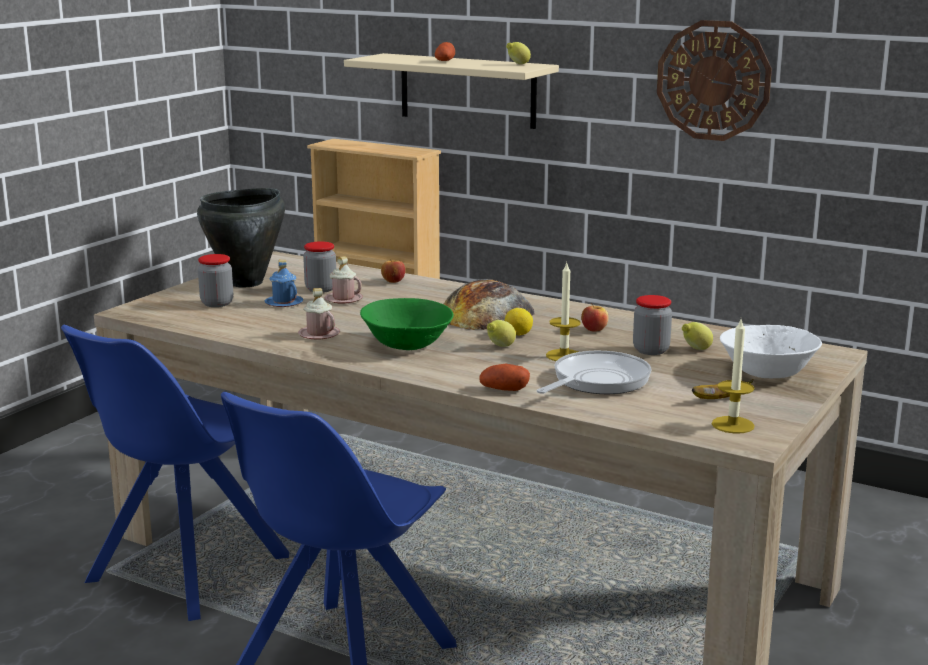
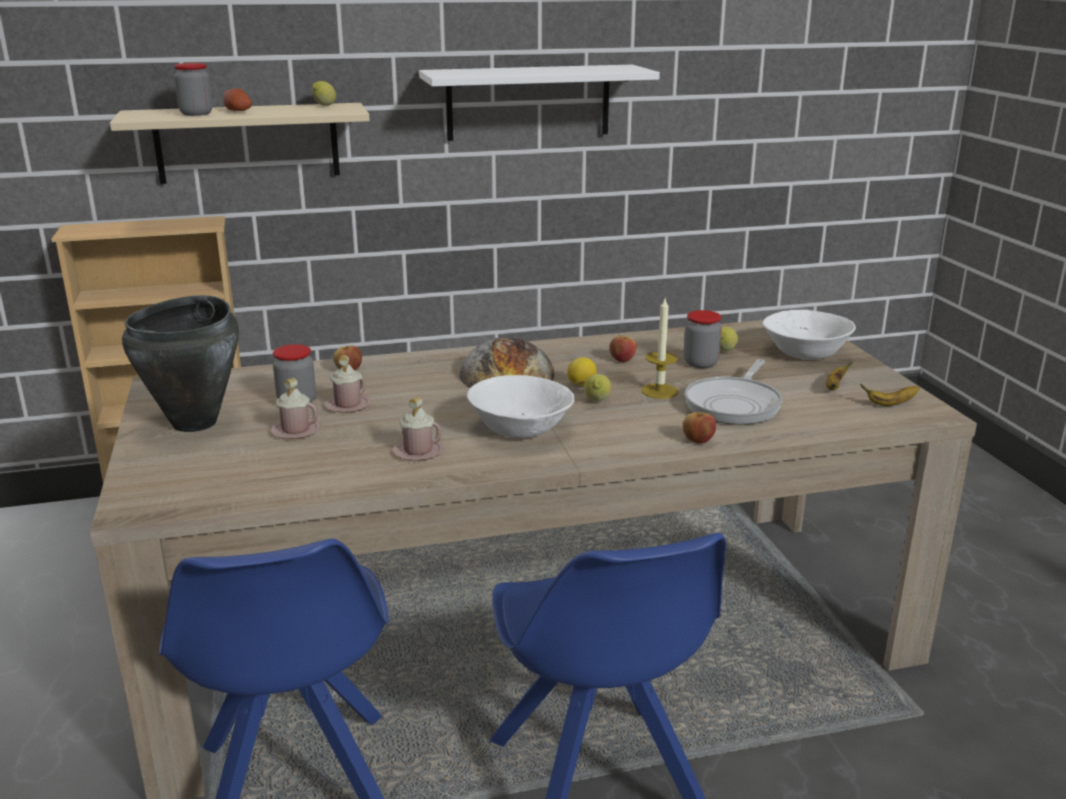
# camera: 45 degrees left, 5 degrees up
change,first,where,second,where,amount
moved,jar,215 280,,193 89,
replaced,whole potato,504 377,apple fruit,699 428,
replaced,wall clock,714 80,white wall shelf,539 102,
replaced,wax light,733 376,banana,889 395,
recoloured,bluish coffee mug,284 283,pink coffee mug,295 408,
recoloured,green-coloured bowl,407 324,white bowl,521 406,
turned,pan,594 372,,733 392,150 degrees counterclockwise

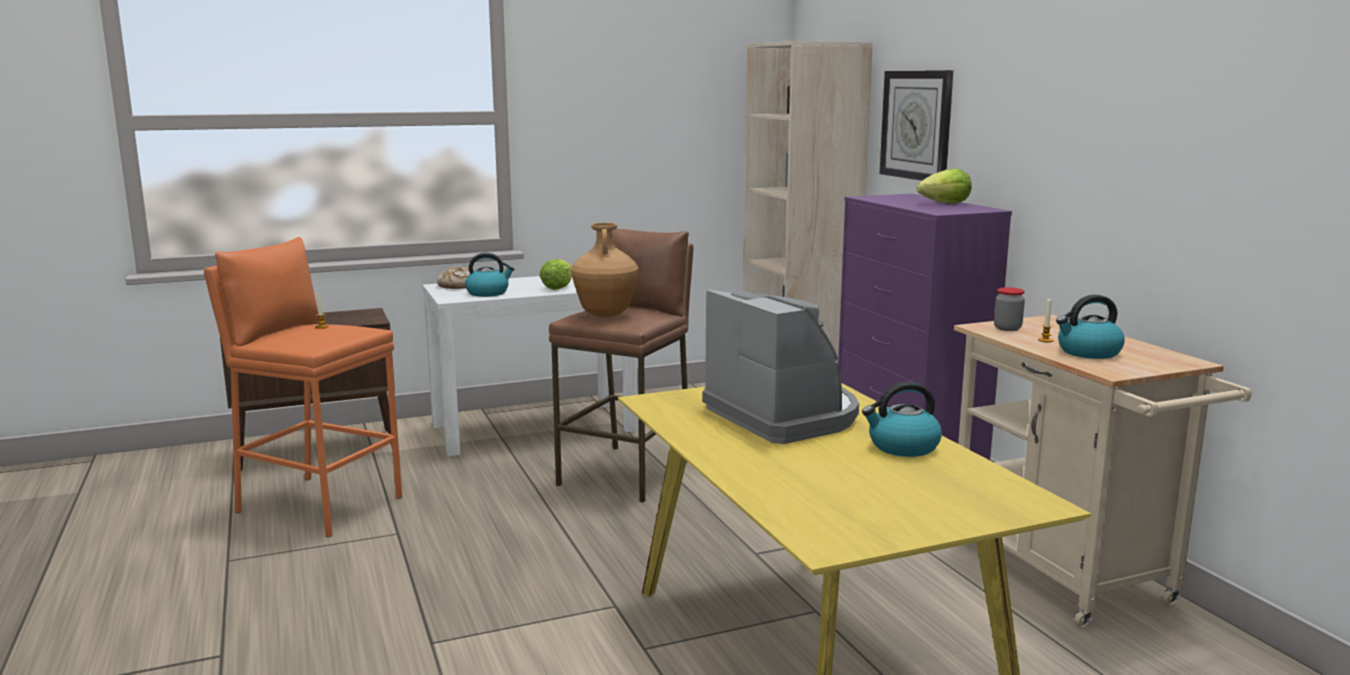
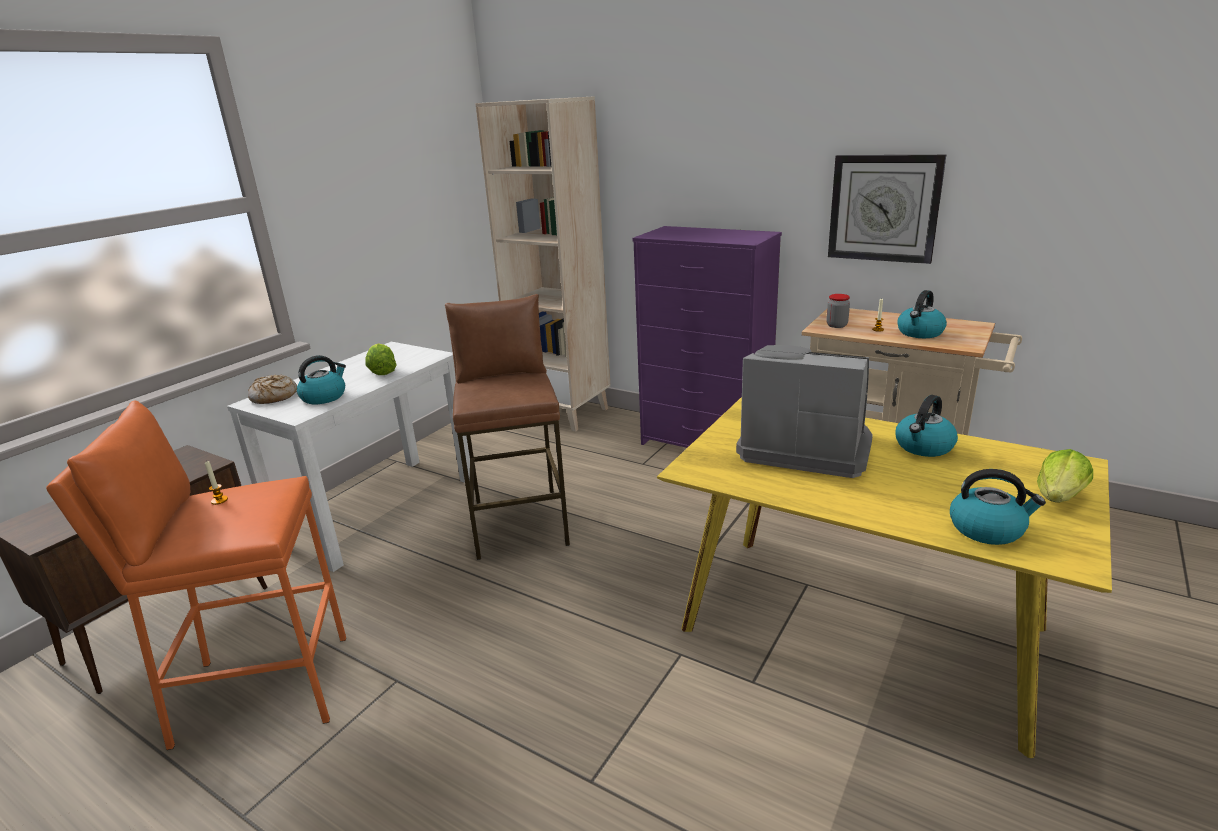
# camera: 35 degrees left, 10 degrees up
change,first,where,second,where,amount
removed,brown-coloured flower vase,605 270,,,
added,,,tea kettle,998 507,
moved,wall clock,916 125,,887 209,
moved,lettuce,944 186,,1065 476,

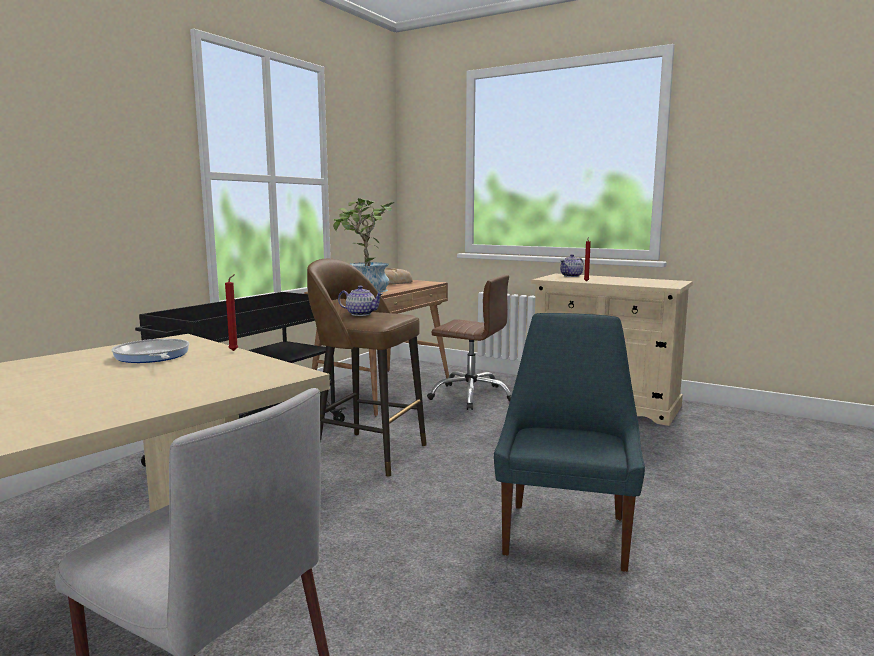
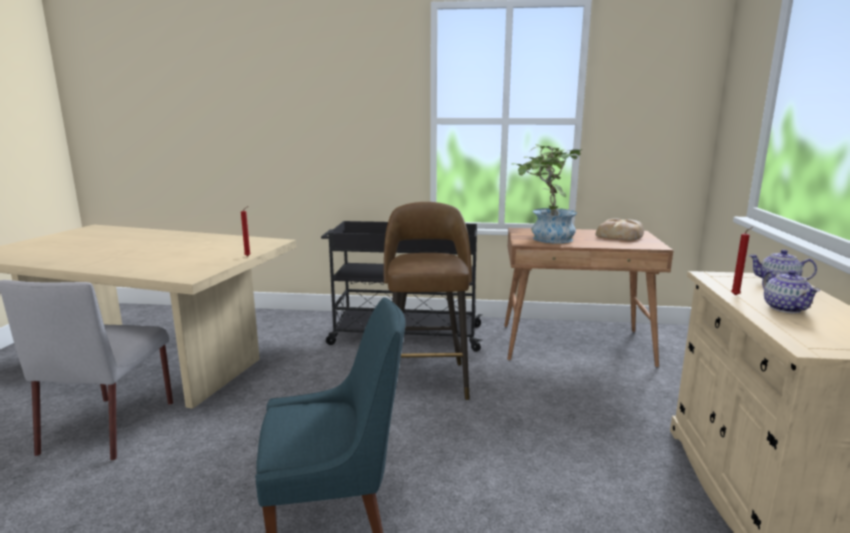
# camera: 65 degrees right, 5 degrees up
change,first,where,second,where,amount
removed,pan,150 351,,,
removed,brown-coloured desk chair,469 342,,,
moved,pot for tea,360 300,,791 291,

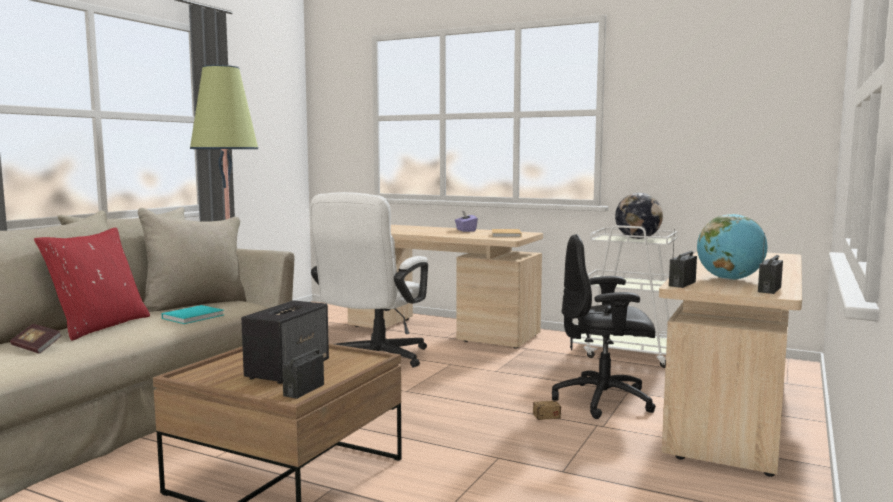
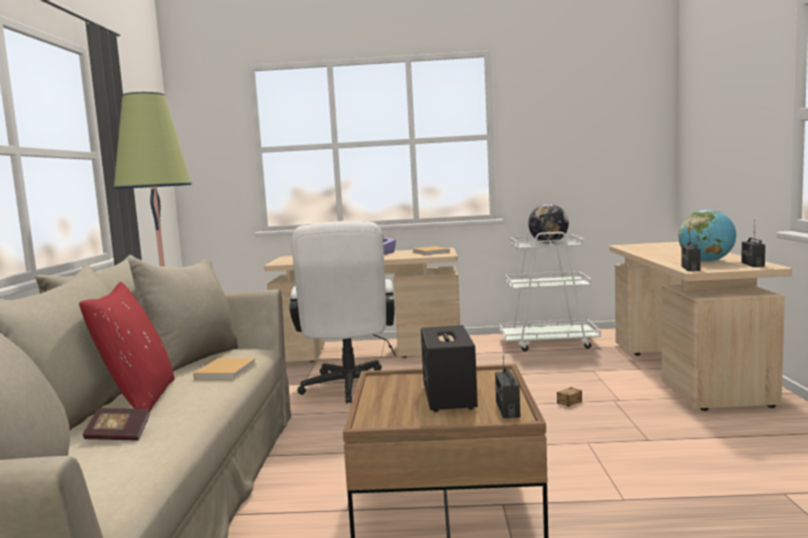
# camera: 25 degrees left, 0 degrees up
change,first,where,second,where,amount
removed,blackish desk chair,604 326,,,
recoloured,turquoise-coloured book,192 314,sand-coloured book,224 369,

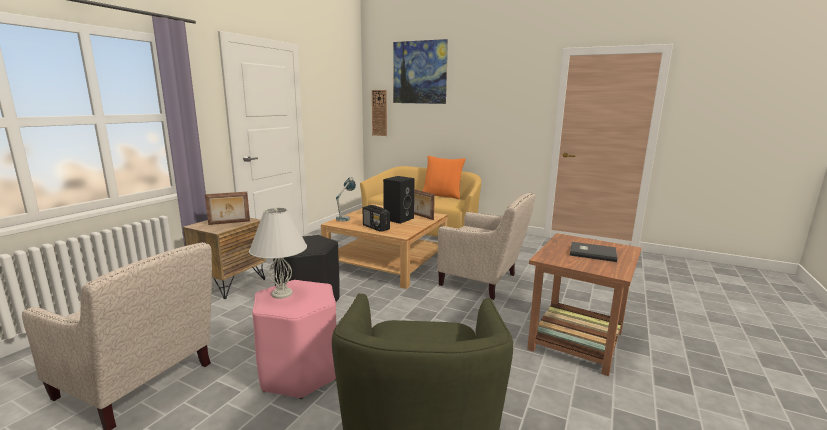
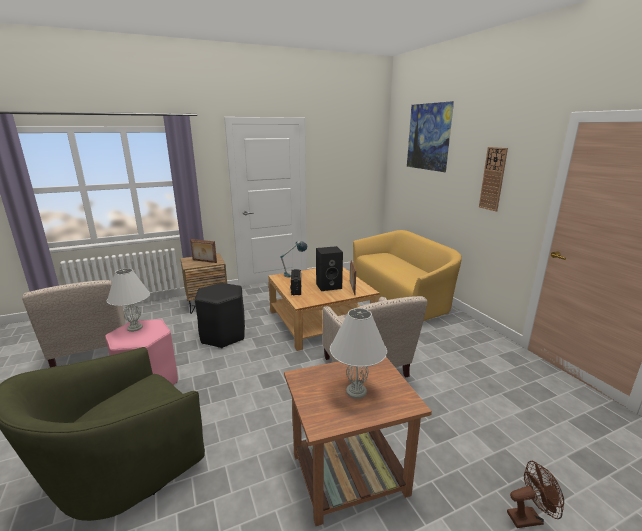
# camera: 40 degrees right, 5 degrees up
change,first,where,second,where,amount
removed,orange-coloured cushion,444 177,,,
added,,,brown-coloured fan,535 494,
moved,wall clock,379 113,,493 179,
replaced,gray book,593 252,white table lamp,358 353,

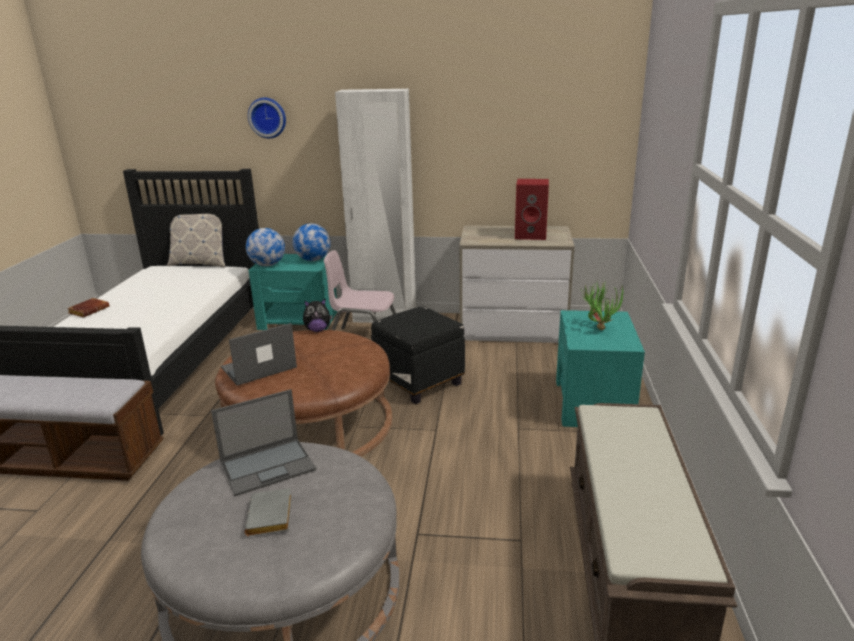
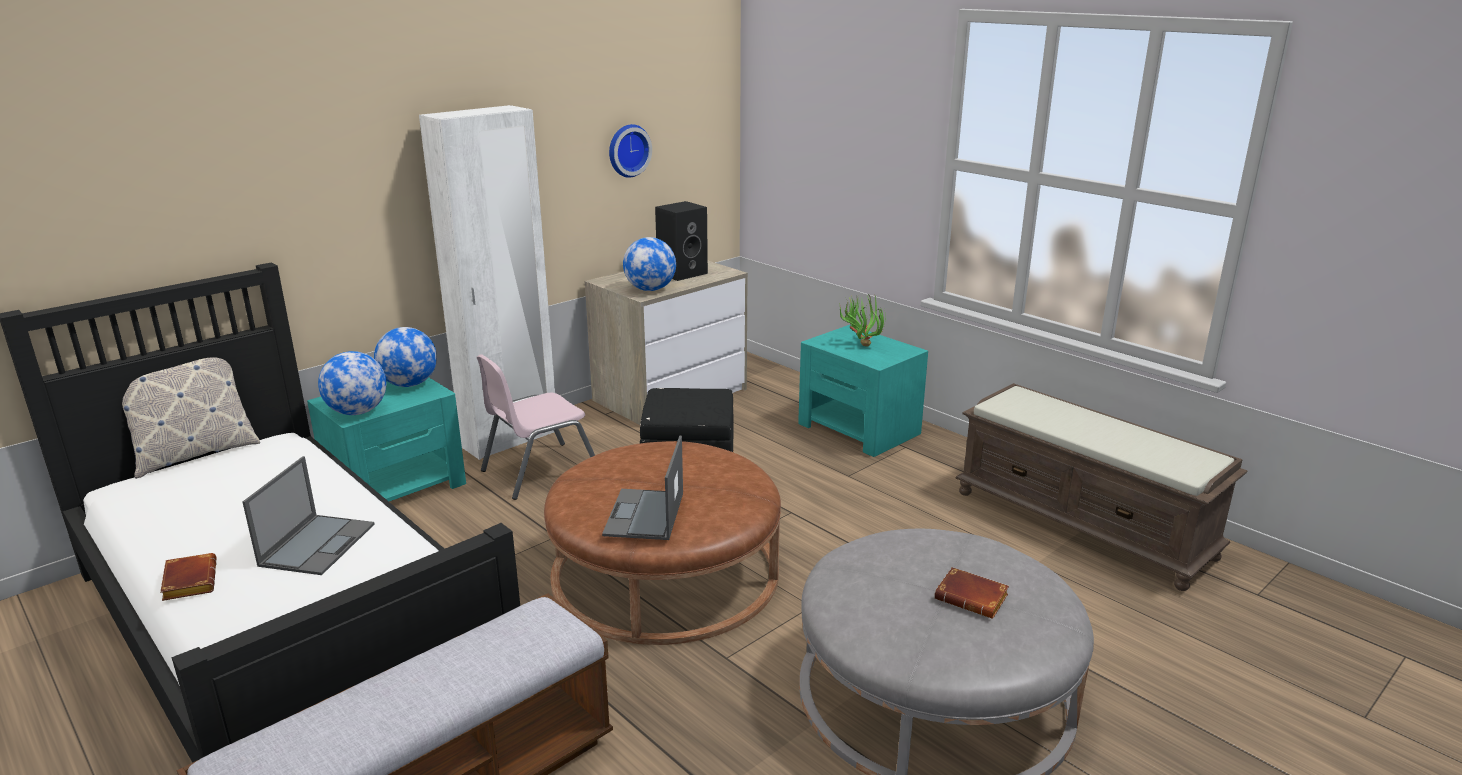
# camera: 50 degrees left, 0 degrees up
change,first,where,second,where,amount
removed,soft toy,317 315,,,
added,,,globe,649 264,
moved,notebook computer,263 442,,308 515,
moved,wall clock,267 118,,630 151,
recoloured,gray book,268 512,brown-coloured book,971 593,
recoloured,red-coloured loudspeaker,532 209,blackish loudspeaker,681 241,

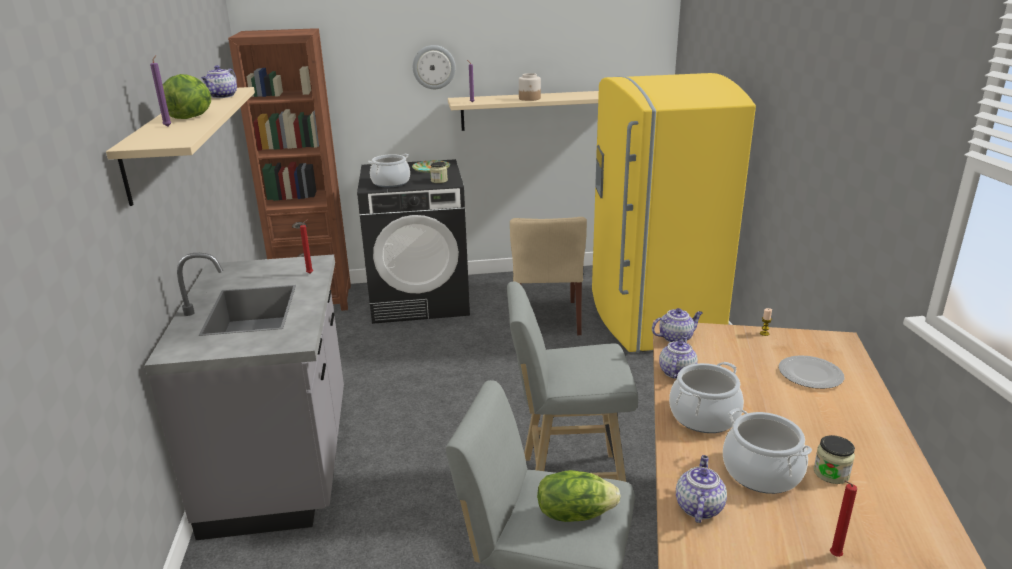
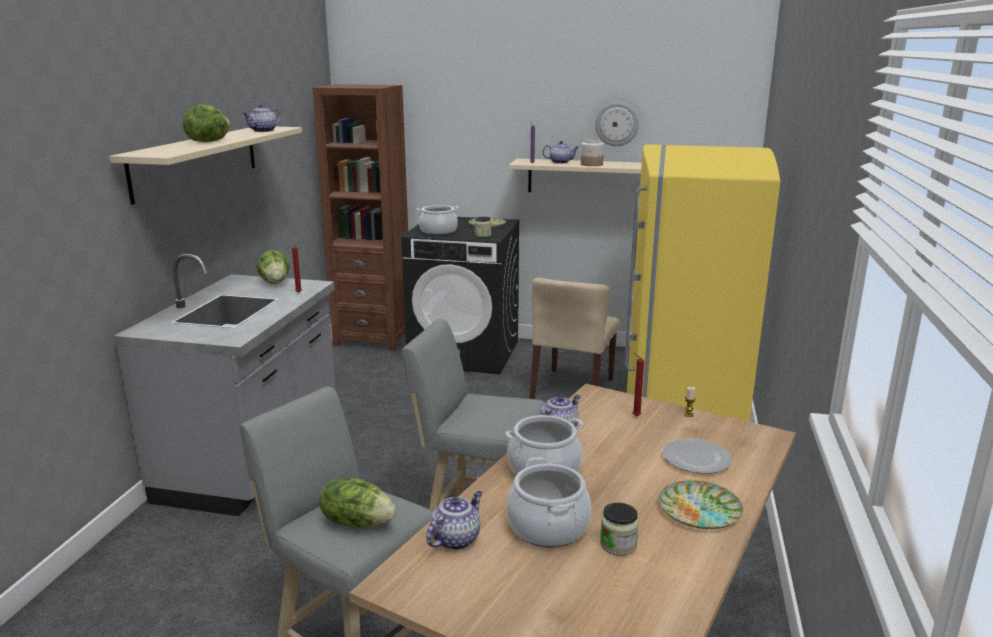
# camera: 20 degrees right, 5 degrees down
change,first,where,second,where,amount
removed,purple wax light,161 91,,,
added,,,lettuce,273 267,
added,,,flat dish,701 504,
moved,wall clock,434 67,,617 124,
moved,pot for tea,677 325,,560 152,
moved,red-coloured wax light,843 518,,638 384,

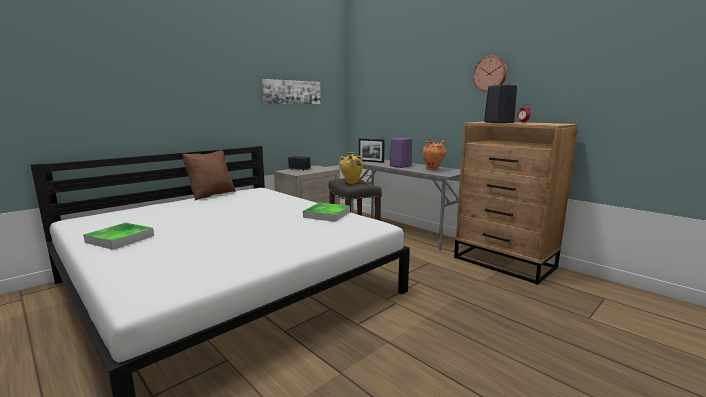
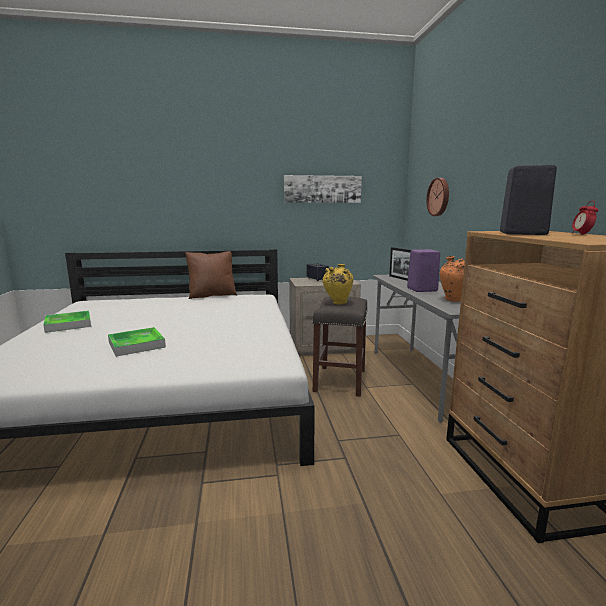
# camera: 35 degrees right, 0 degrees up
change,first,where,second,where,amount
moved,carrying tray,326 212,,137 342,
moved,wall clock,490 74,,437 197,

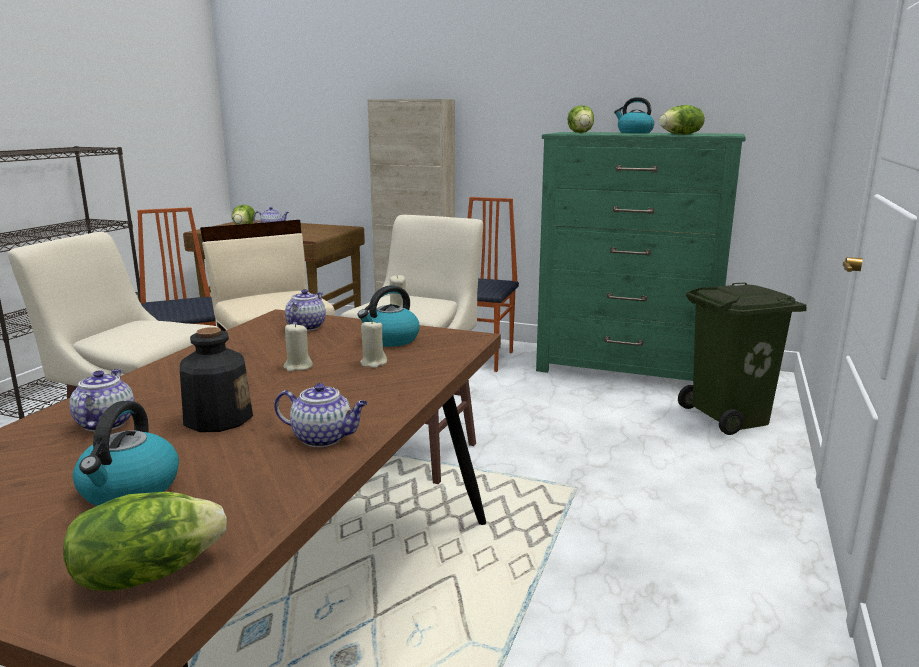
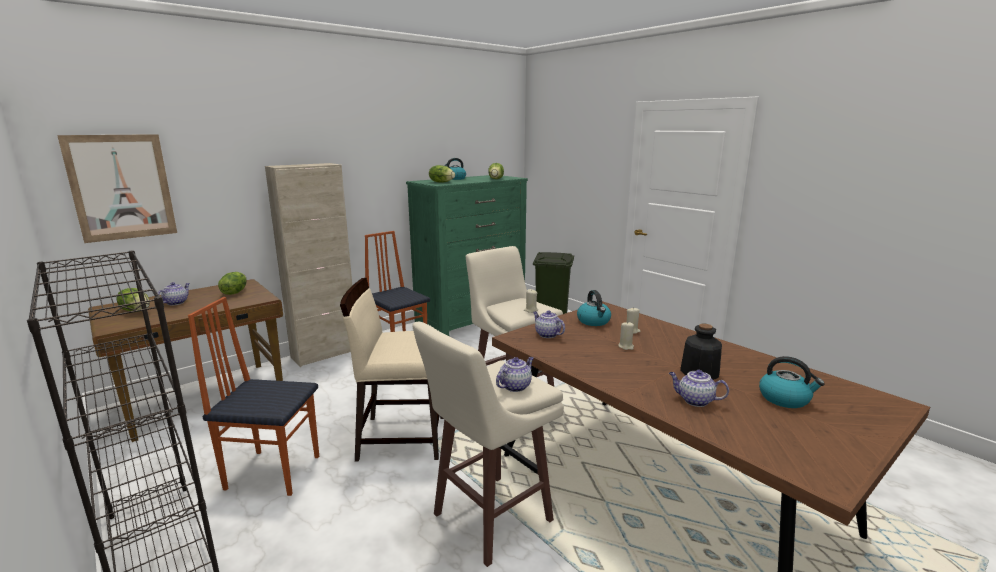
# camera: 60 degrees left, 0 degrees up
change,first,where,second,where,amount
added,,,picture,117 188,
moved,lettuce,145 541,,232 283,
moved,pot for tea,321 415,,515 374,

